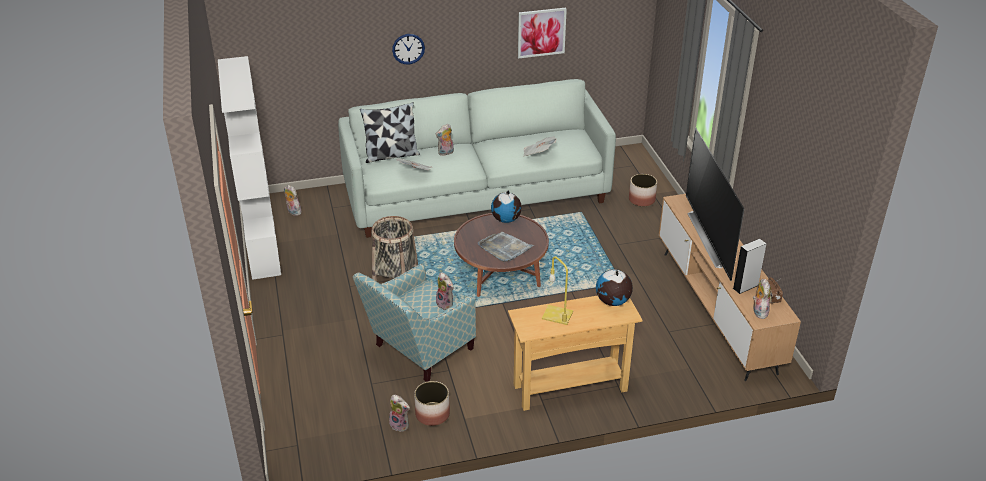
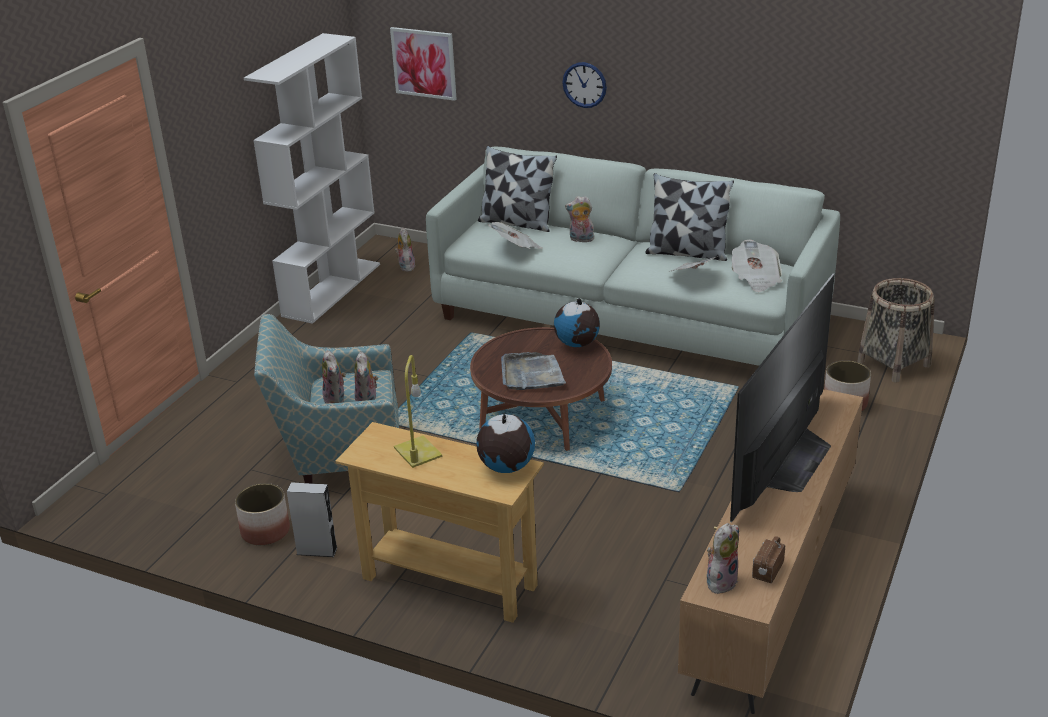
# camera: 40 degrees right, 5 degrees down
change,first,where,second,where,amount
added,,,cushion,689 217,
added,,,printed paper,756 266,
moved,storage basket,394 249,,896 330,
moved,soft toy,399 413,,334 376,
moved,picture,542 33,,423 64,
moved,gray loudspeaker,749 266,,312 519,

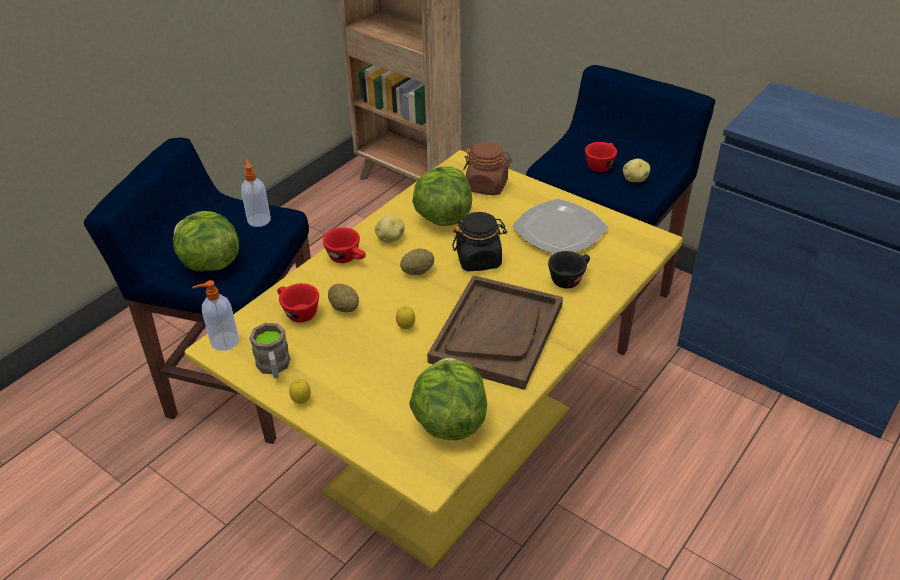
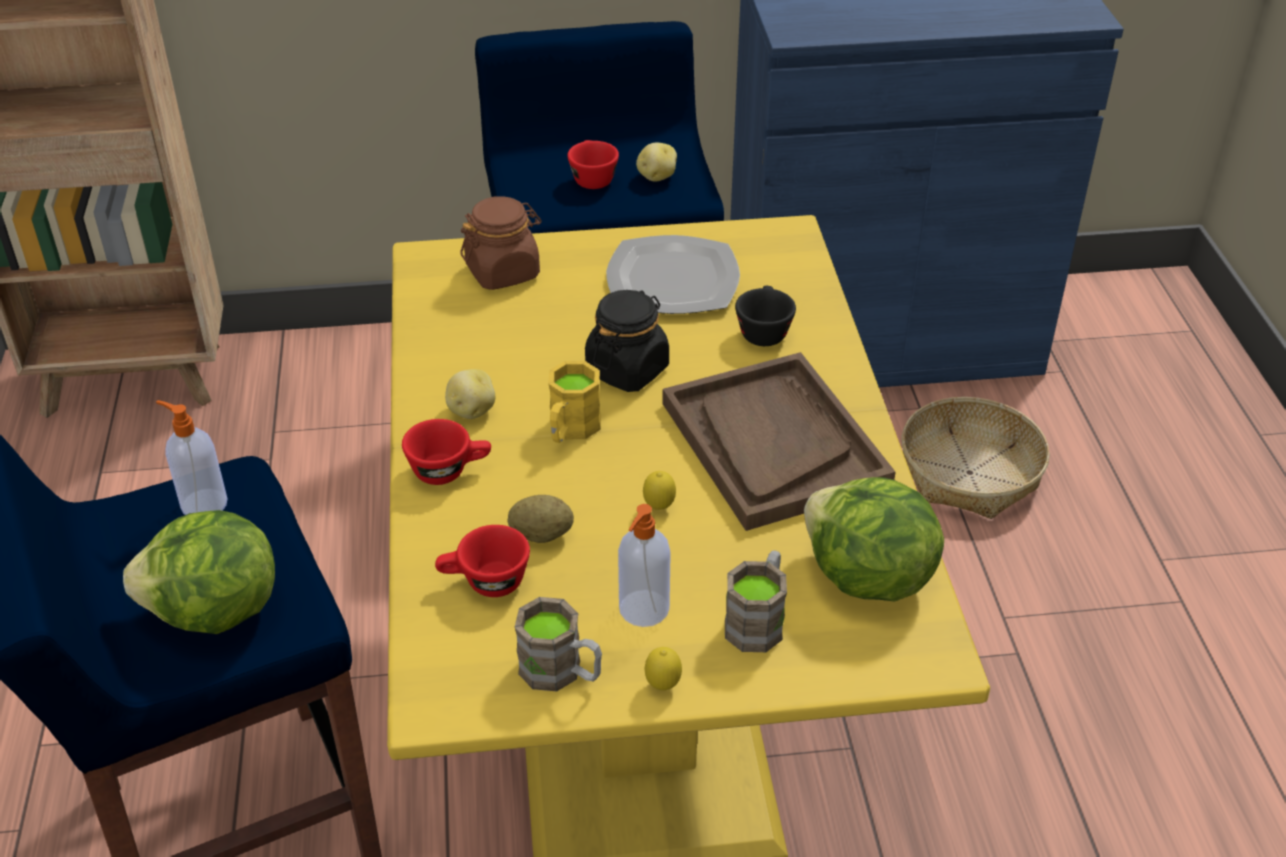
# camera: 45 degrees left, 0 degrees up
change,first,where,second,where,amount
removed,lettuce,442 196,,,
added,,,brown-coloured coffee mug,756 601,
added,,,storage basket,975 458,
moved,liquid soap bottle,215 315,,644 565,
replaced,whole potato,417 261,yellowish coffee mug,574 402,

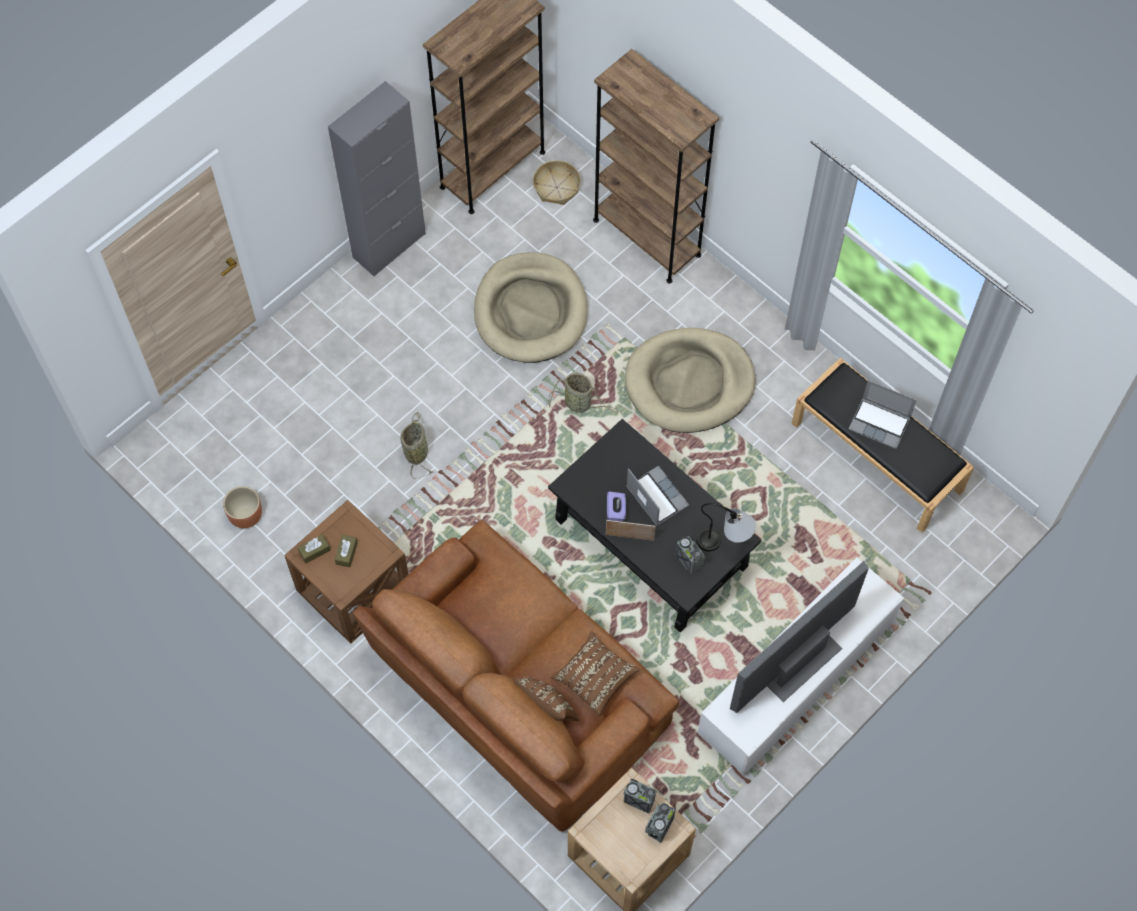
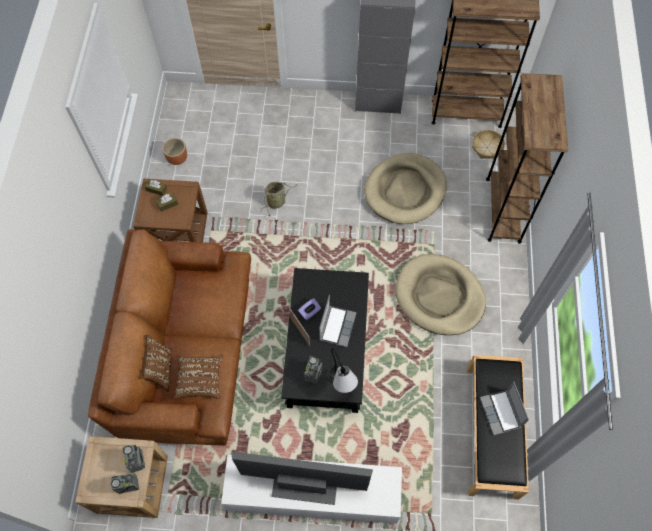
# camera: 50 degrees right, 0 degrees up
change,first,where,second,where,amount
removed,storage basket,583 393,,,

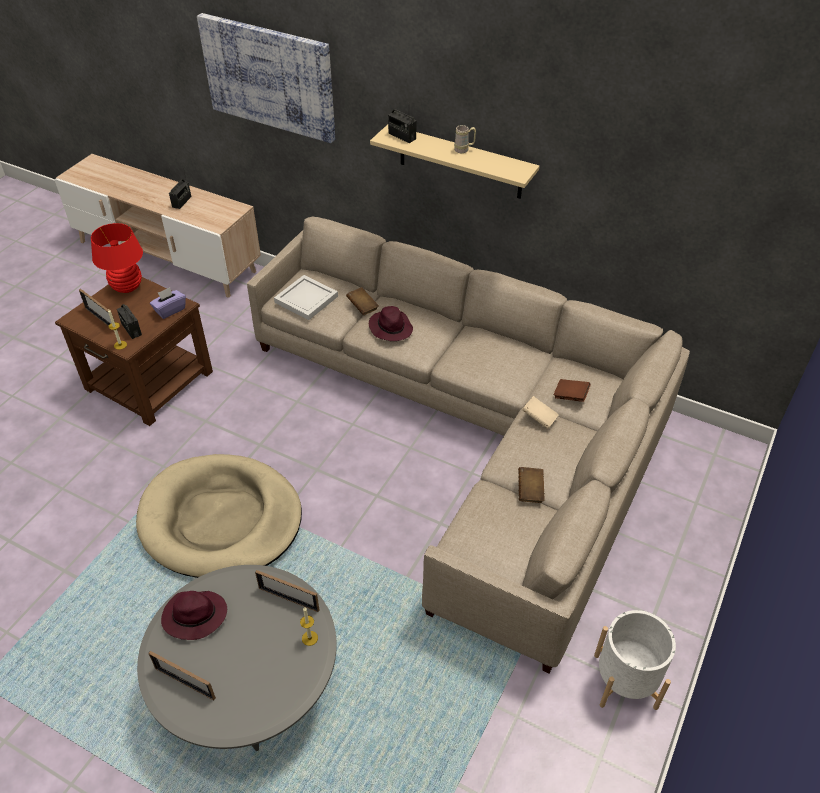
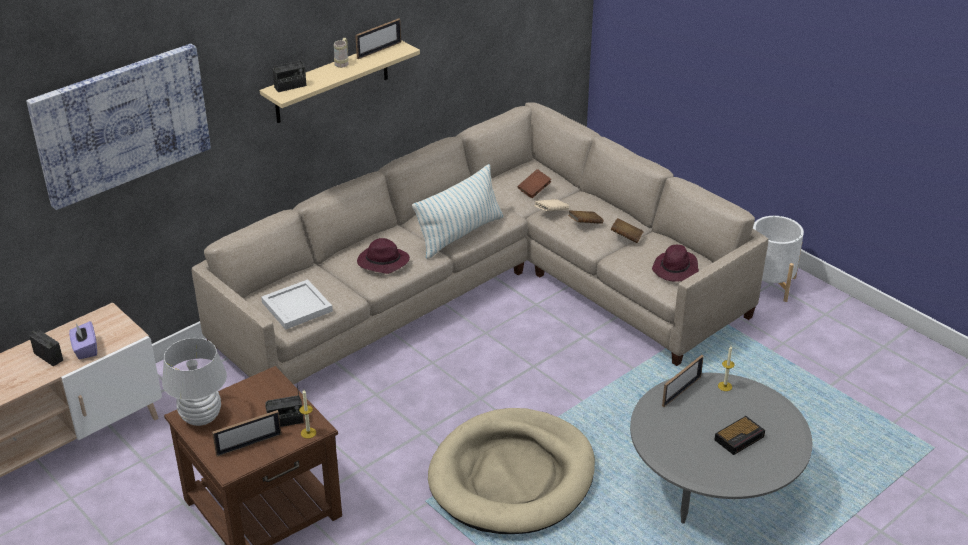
# camera: 70 degrees left, 10 degrees down
change,first,where,second,where,amount
added,,,cushion,458 211,
added,,,alarm clock,740 435,
moved,picture frame,182 675,,378 38,
moved,purple tissue holder,168 303,,83 340,
moved,purple clothing hat,194 615,,675 263,
moved,brown-coloured book,362 301,,585 217,
recoloured,red-coloured table lamp,117 258,white table lamp,194 382,

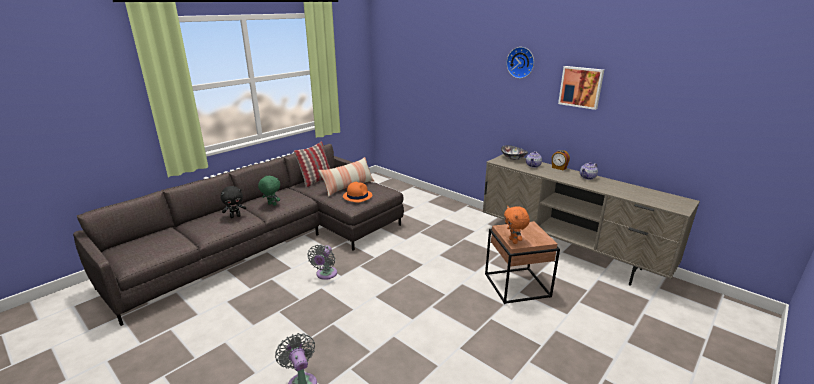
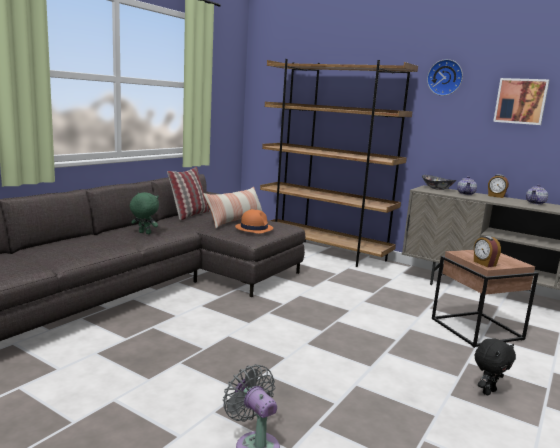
# camera: 10 degrees left, 10 degrees down
change,first,where,second,where,amount
removed,gray fan,322 262,,,
added,,,brown-coloured shelving unit,339 163,
moved,blackish soft toy,233 202,,495 367,
replaced,orange-coloured soft toy,517 225,alarm clock,487 251,

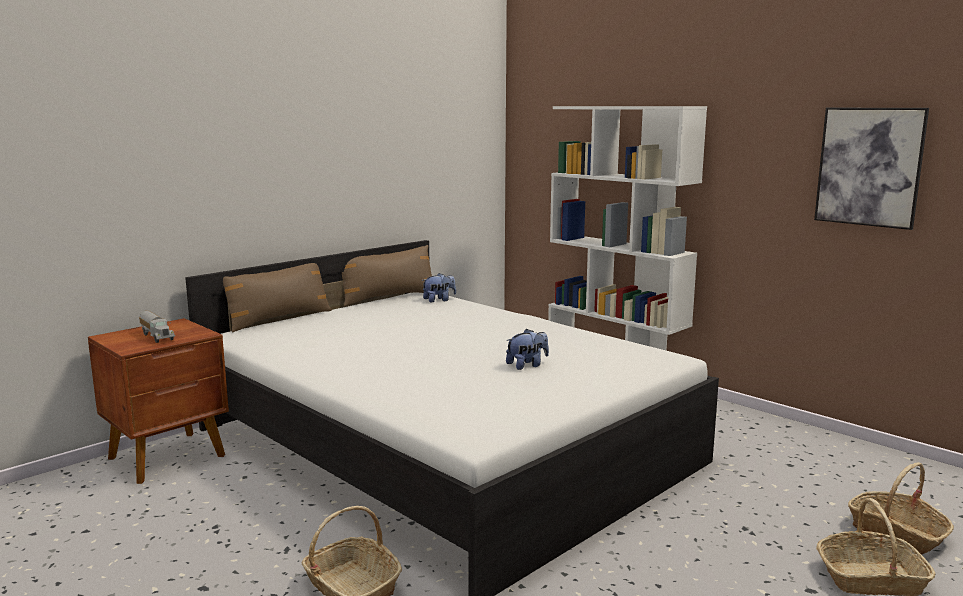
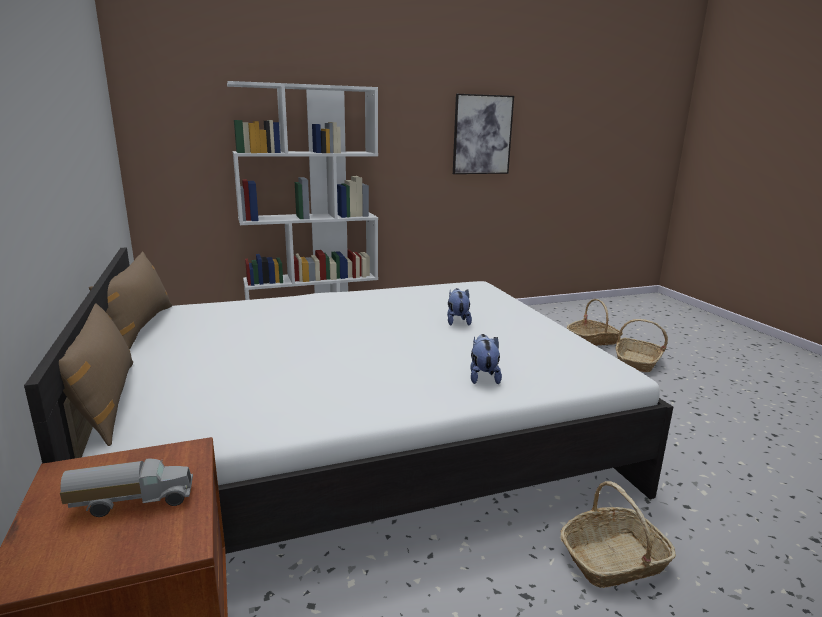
# camera: 65 degrees left, 5 degrees up
change,first,where,second,where,amount
moved,soft toy,439 287,,486 359,

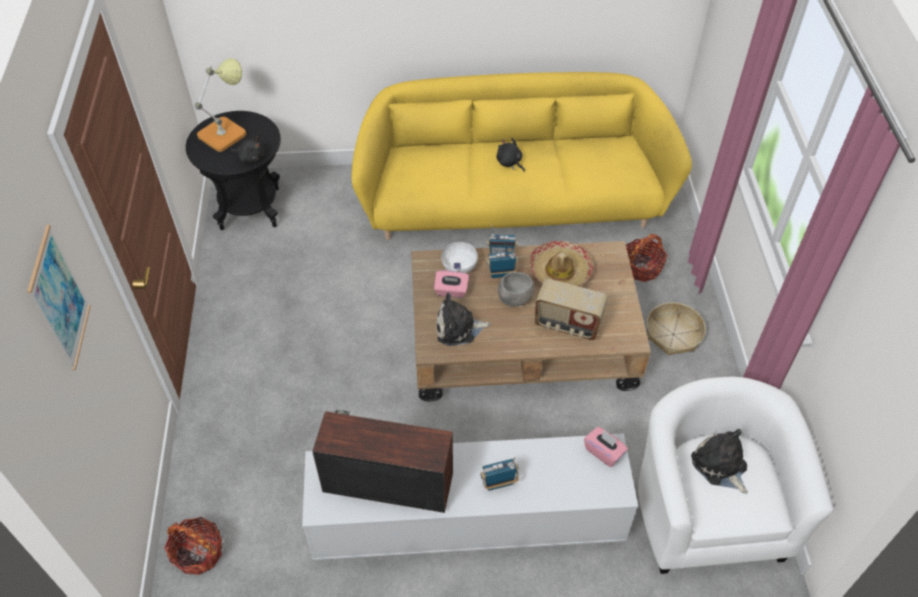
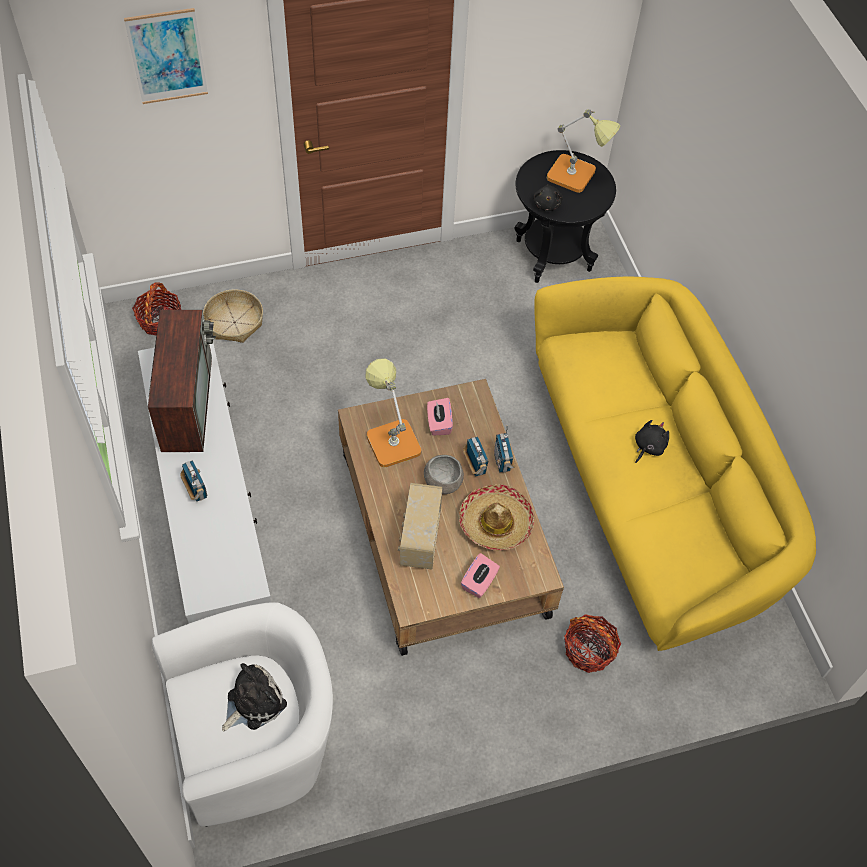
# camera: 75 degrees right, 5 degrees up
change,first,where,second,where,amount
removed,white bowl,459 257,,,
moved,pink tissue holder,606 447,,480 575,
moved,storage basket,676 328,,233 316,
replaced,soft toy,463 319,table lamp,393 413,

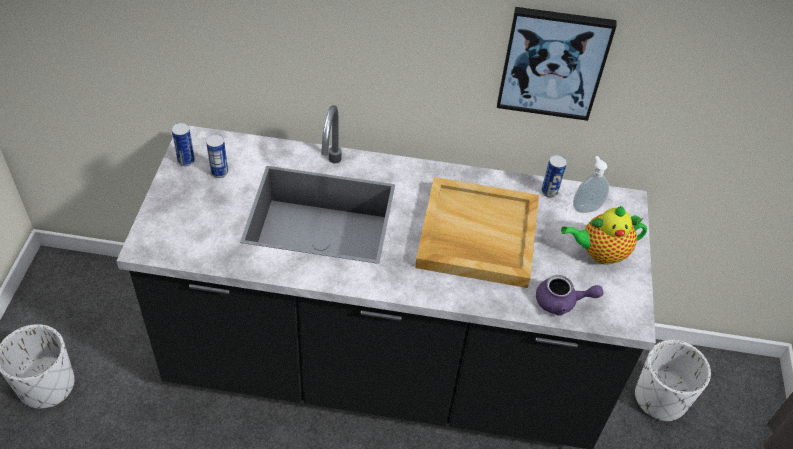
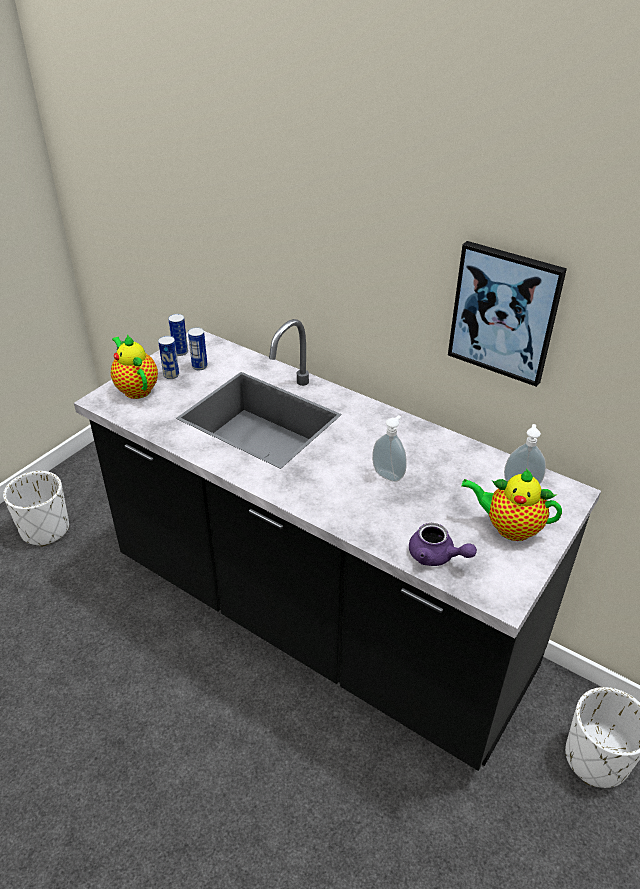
# camera: 30 degrees right, 10 degrees down
change,first,where,second,where,amount
added,,,pot for tea,134 366,
moved,sealed can,554 176,,168 357,
replaced,sand-coloured carrying tray,477 232,liquid soap bottle,389 448,

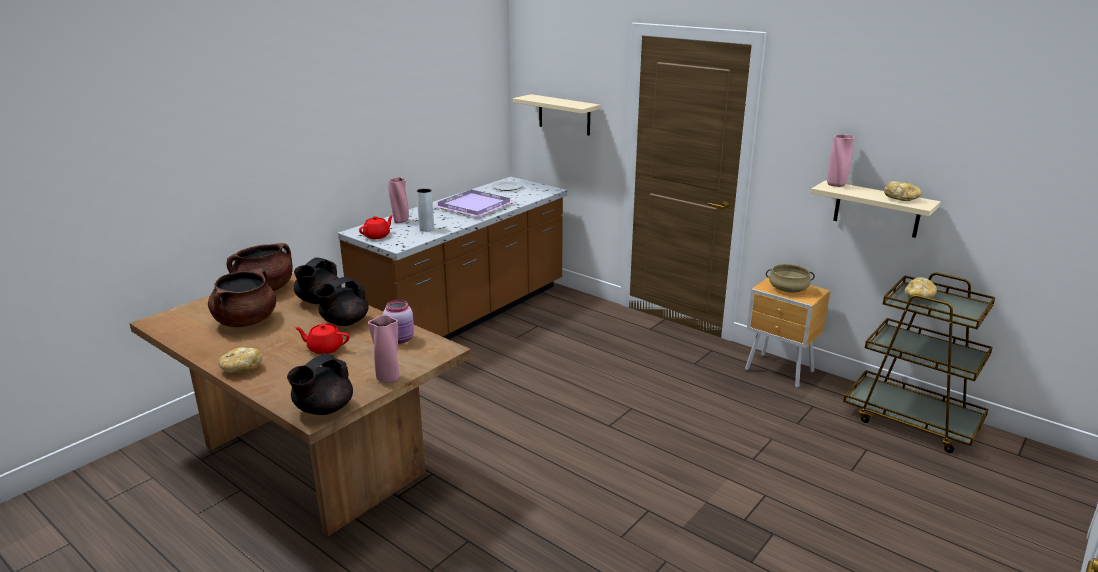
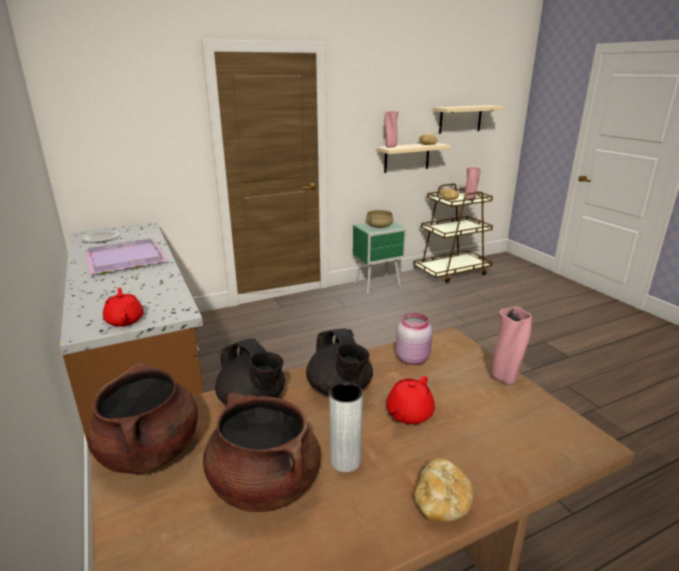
# camera: 65 degrees left, 0 degrees up
change,first,where,second,where,amount
removed,blackish pot for tea,320 384,,,
moved,pink flower vase,399 200,,473 184,
moved,gray flower vase,425 209,,346 427,
moved,sand-coloured wall shelf,556 114,,469 119,
recoloured,brown-coloured nightstand,787 332,green-coloured nightstand,380 258,

